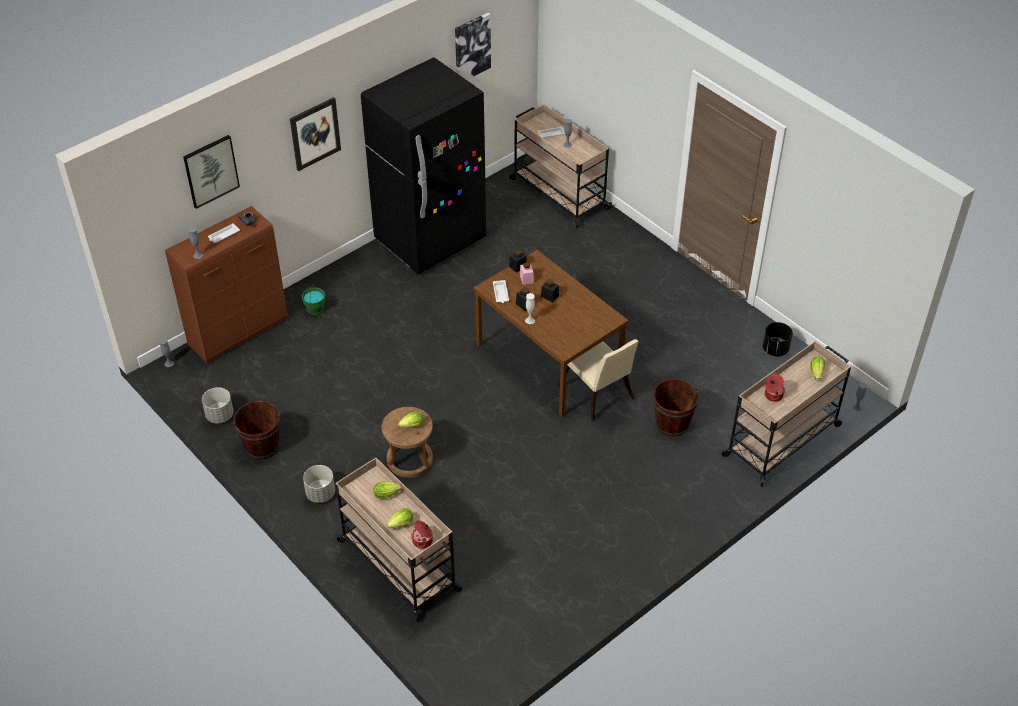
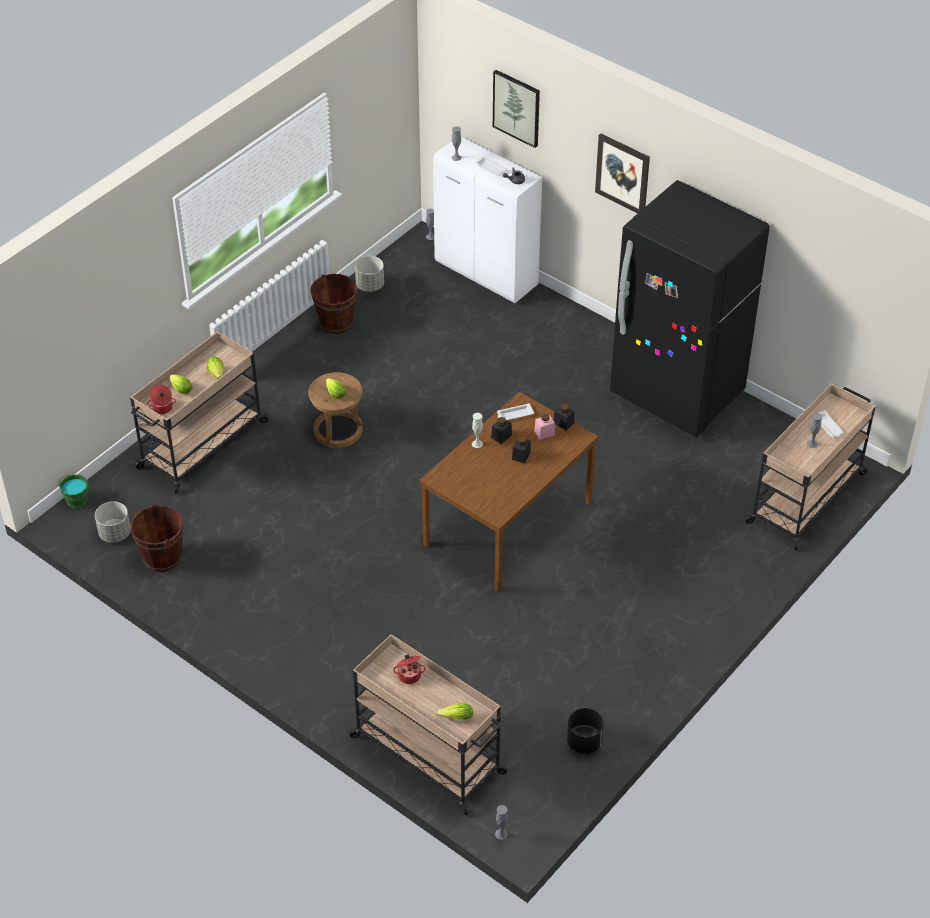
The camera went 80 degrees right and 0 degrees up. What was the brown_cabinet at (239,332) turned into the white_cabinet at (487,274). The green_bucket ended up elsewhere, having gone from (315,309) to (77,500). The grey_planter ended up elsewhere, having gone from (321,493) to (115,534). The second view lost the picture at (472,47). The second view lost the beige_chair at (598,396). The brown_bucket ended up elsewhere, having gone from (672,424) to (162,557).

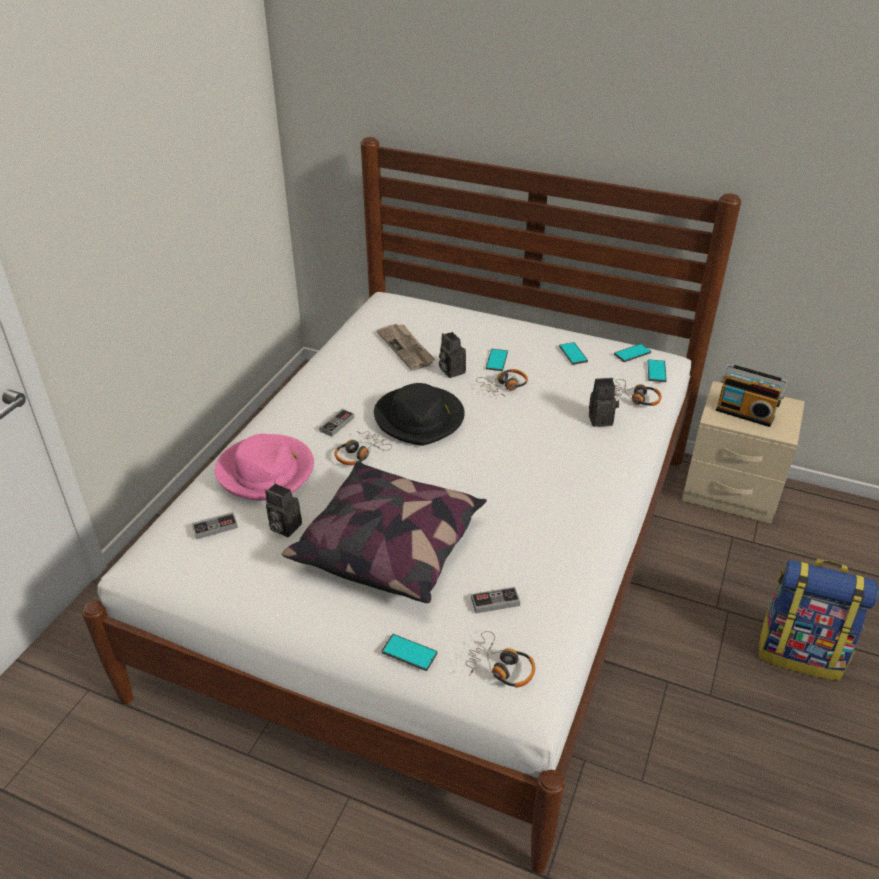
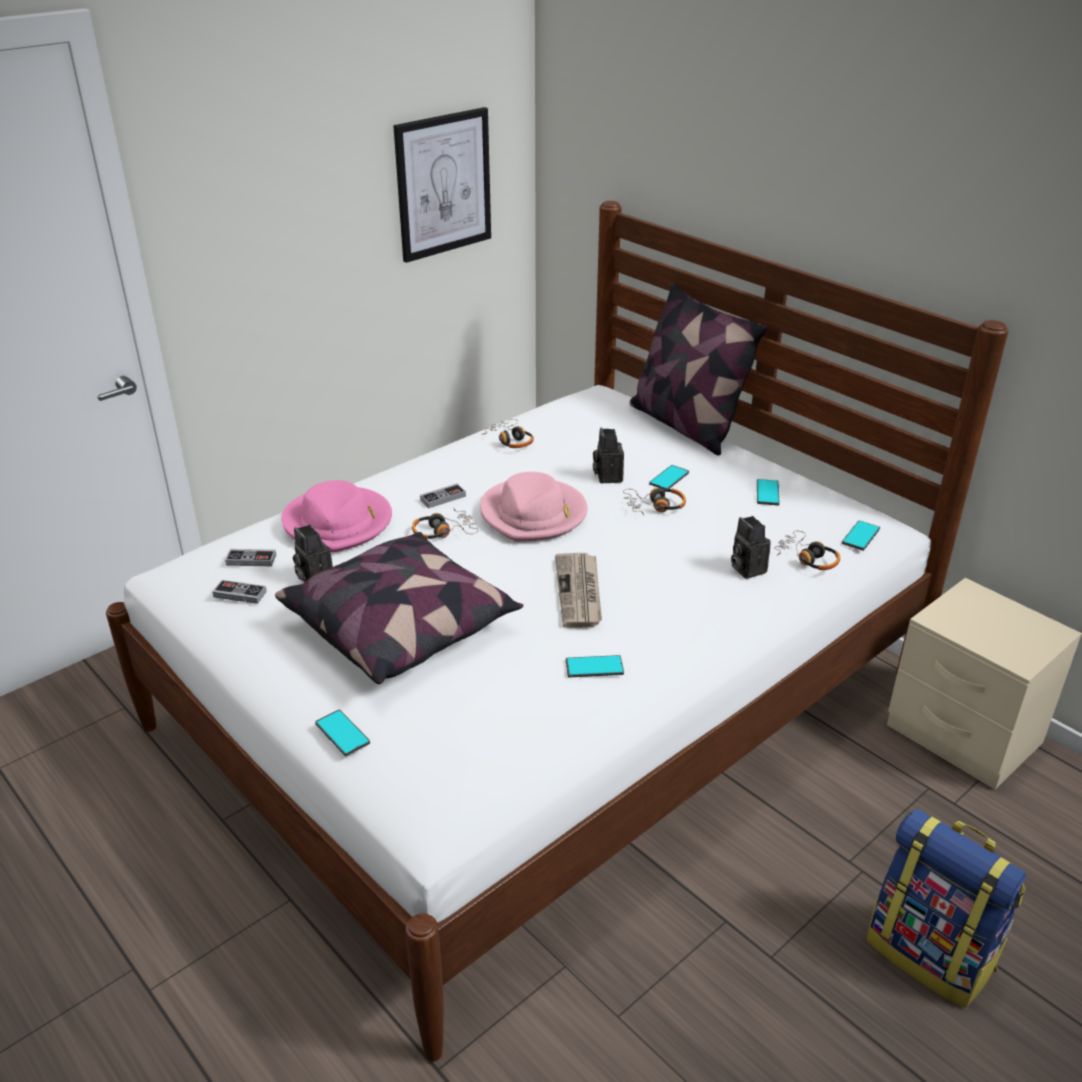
The camera went 25 degrees right and 5 degrees down. What was the black_hat at (420,418) turned into the pink_hat at (534,514). The newspaper ended up elsewhere, having gone from (407,348) to (579,592). The headphones ended up elsewhere, having gone from (500,667) to (510,440). The game_controller ended up elsewhere, having gone from (495,602) to (240,594). The photo_camera at (601,419) ended up facing another way, 135 degrees counterclockwise from before. The phone ended up elsewhere, having gone from (632,353) to (594,667). The second view lost the radio at (745,413). The second view gained the picture at (443,184). The second view gained the pillow at (685,425).

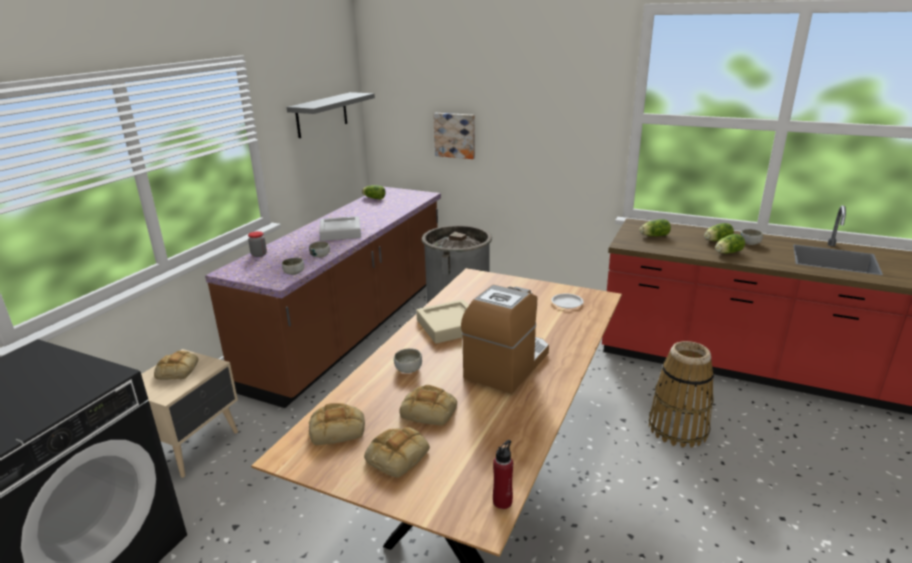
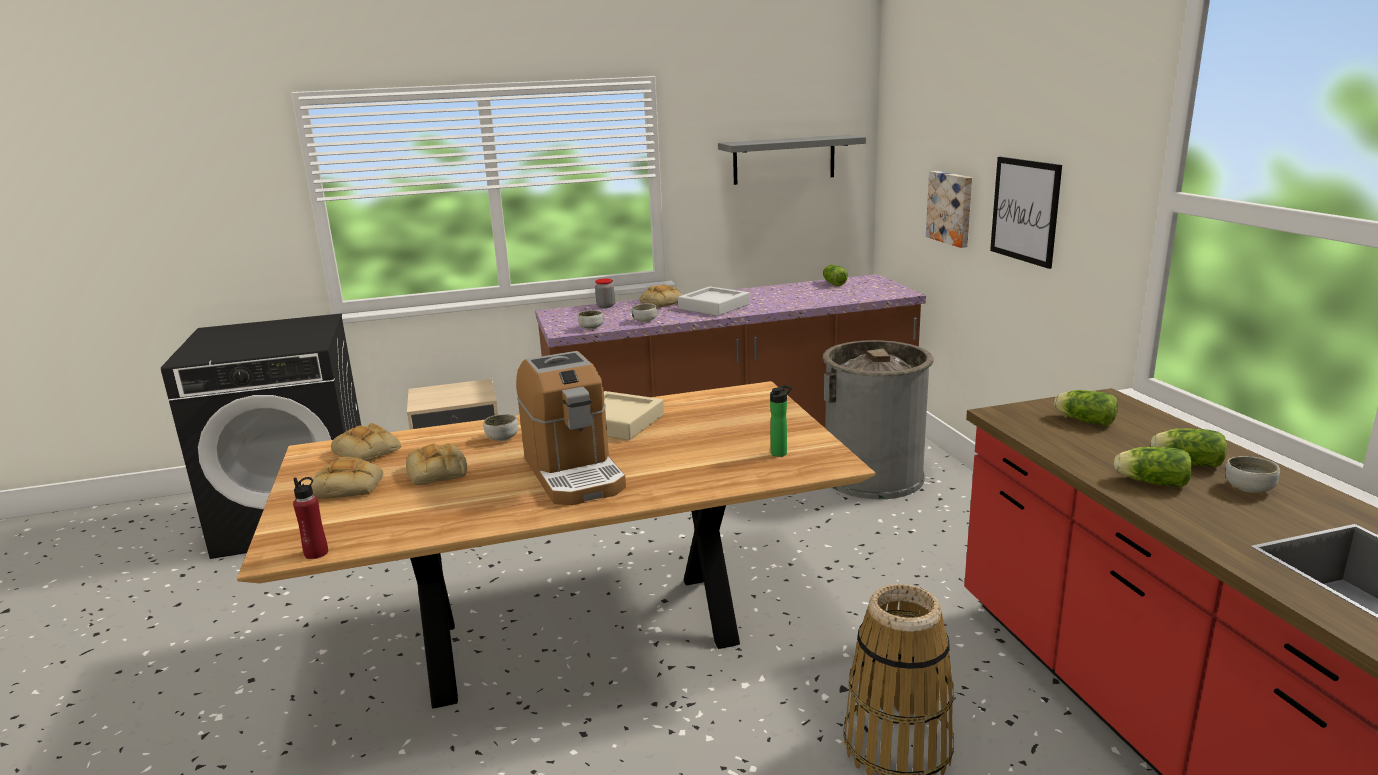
The camera went 50 degrees right and 5 degrees down. The bread ended up elsewhere, having gone from (176,370) to (661,302). The coffee_machine at (507,365) ended up facing another way, 75 degrees clockwise from before. Where the white_plate stood at (567,303), the bottle came to stand at (780,452). The second view gained the picture at (1025,210).

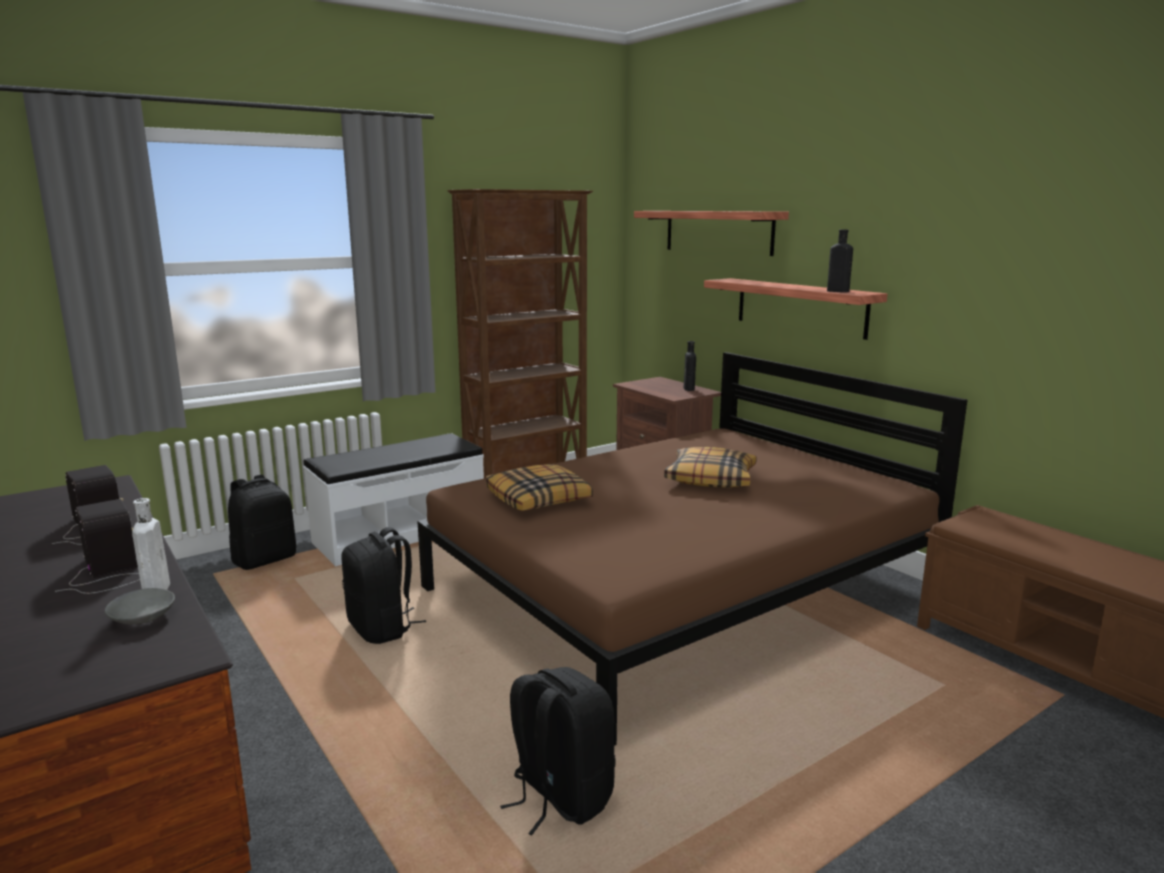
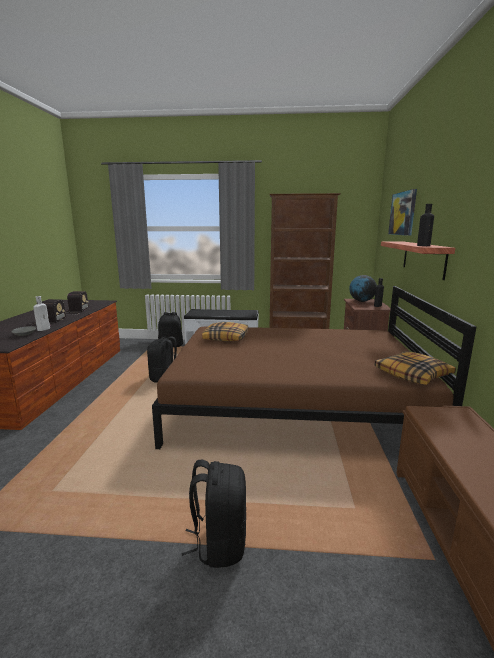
The camera went 40 degrees right and 0 degrees up. The black_backpack ended up elsewhere, having gone from (559,797) to (219,543). Where the shelf hung at (718,232), the picture came to hang at (402,213). The pillow ended up elsewhere, having gone from (711,479) to (413,375). The second view gained the globe at (361,301).

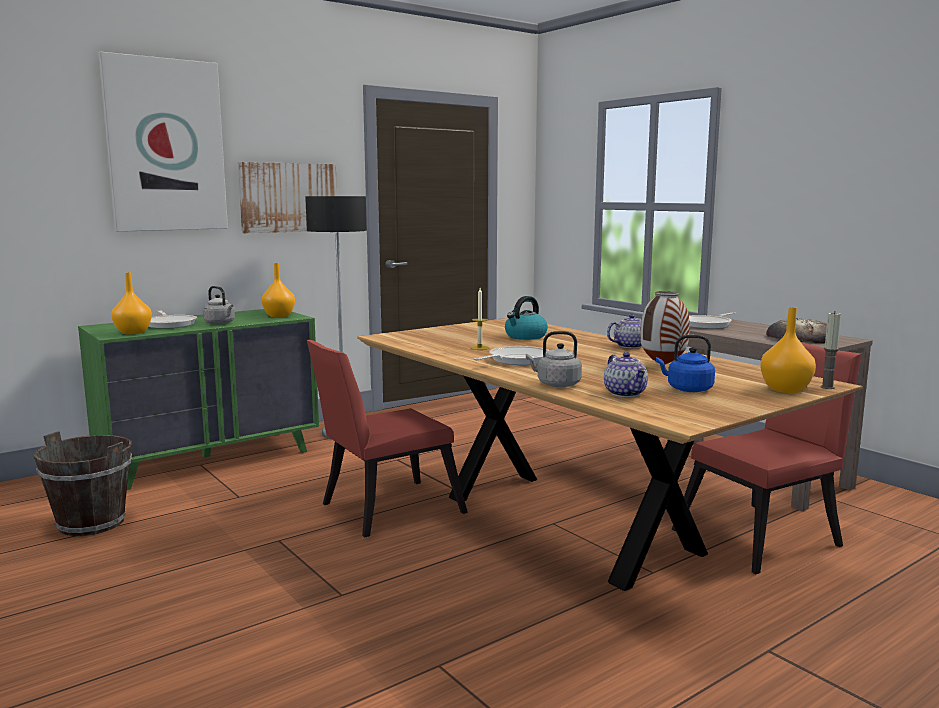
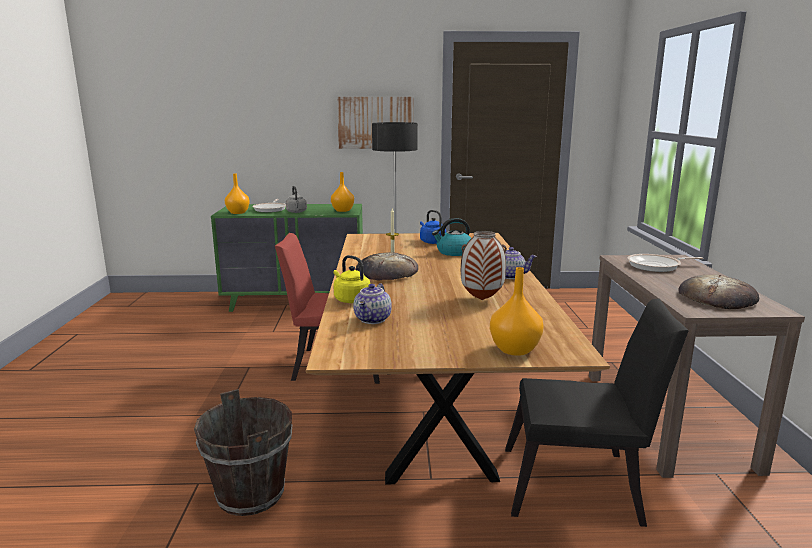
The camera went 35 degrees right and 5 degrees up. The brown_bucket ended up elsewhere, having gone from (92,523) to (251,494). The second view lost the picture at (165,146). Where the frying_pan stood at (516,360), the bread came to stand at (386,272). What was the grey_kettle at (556,384) turned into the yellow_kettle at (350,299). The blue_kettle ended up elsewhere, having gone from (687,389) to (431,242). What was the red_chair at (765,536) turned into the black_chair at (580,486). The second view lost the candle at (827,387).

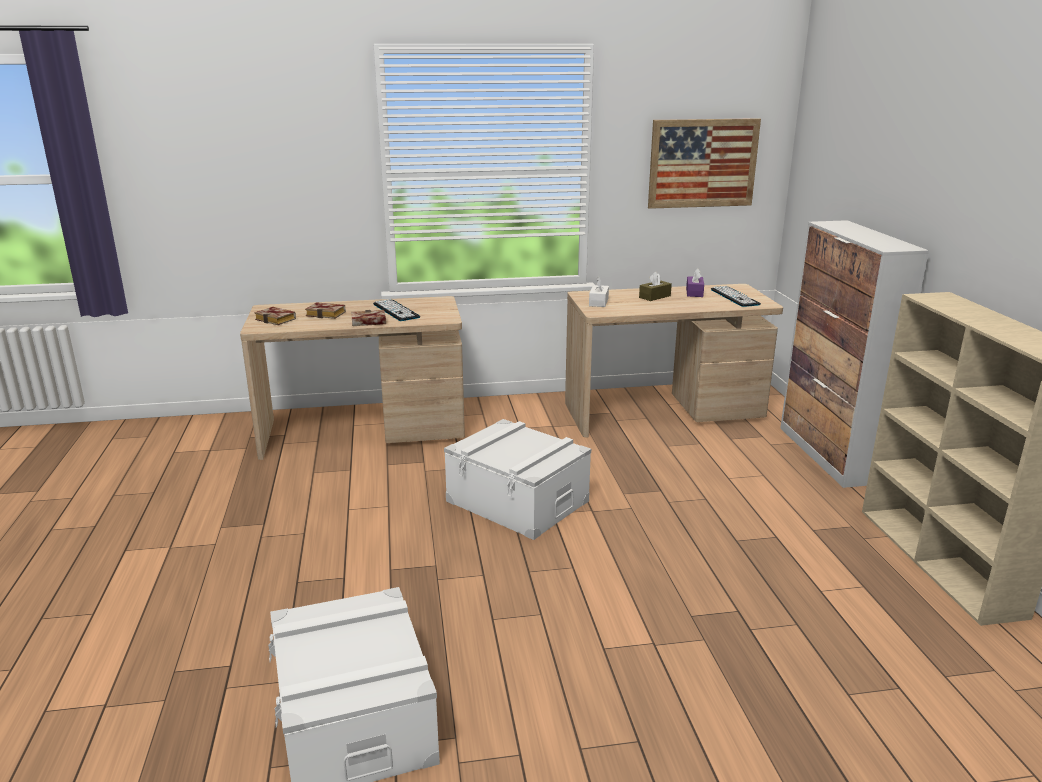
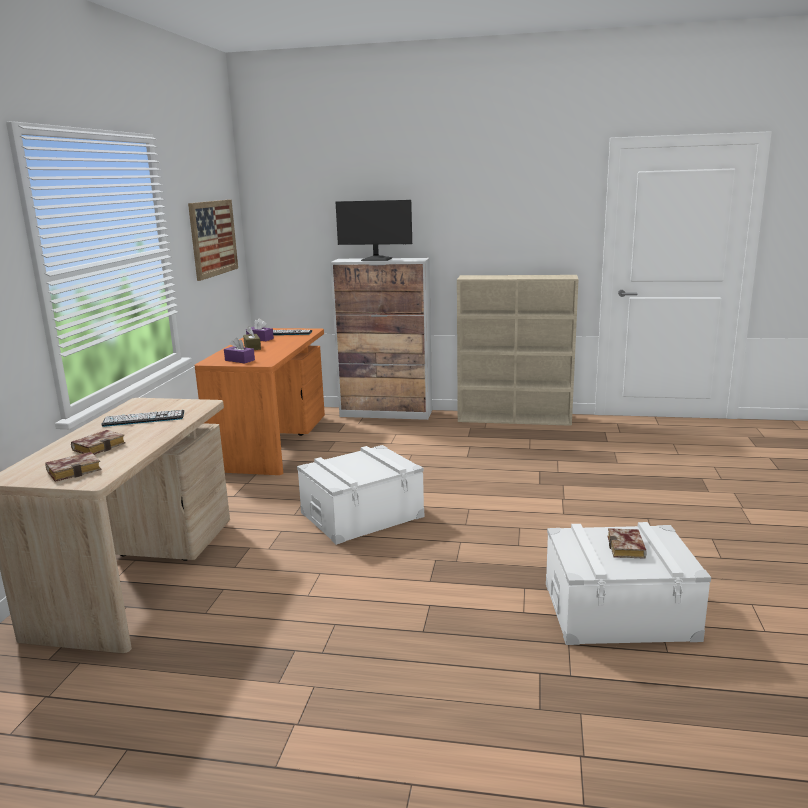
The camera went 70 degrees left and 5 degrees down. The book ended up elsewhere, having gone from (367,322) to (627,549). What was the beige_desk at (663,412) turned into the orange_desk at (273,442). What was the white_tissue_box at (598,302) turned into the purple_tissue_box at (239,360). The second view gained the monitor at (376,259).

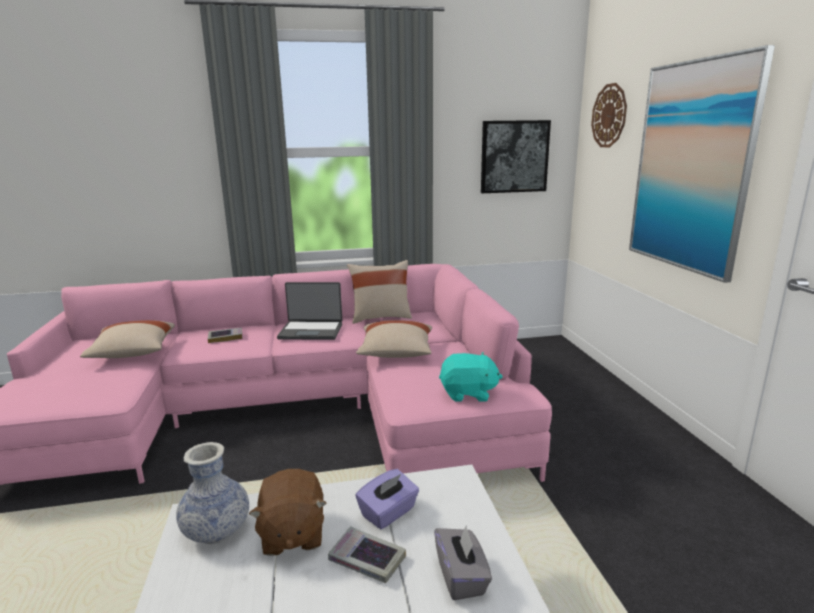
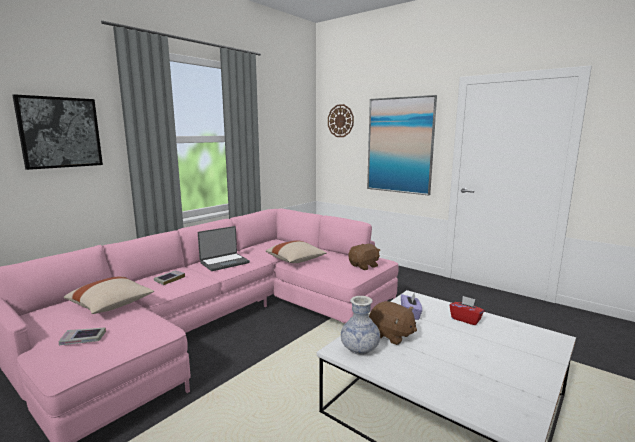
The camera went 40 degrees left and 5 degrees down. The book ended up elsewhere, having gone from (367,559) to (83,339). The second view lost the beige_pillow at (380,317). What was the grey_tissue_box at (461,577) turned into the red_tissue_box at (465,319). What was the turquoise_plush_toy at (468,393) turned into the brown_plush_toy at (364,266). The picture ended up elsewhere, having gone from (514,156) to (60,132).

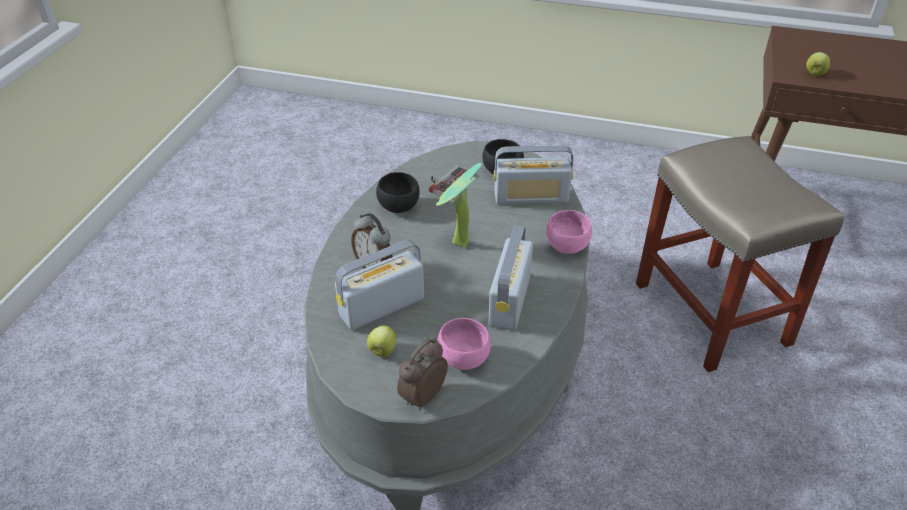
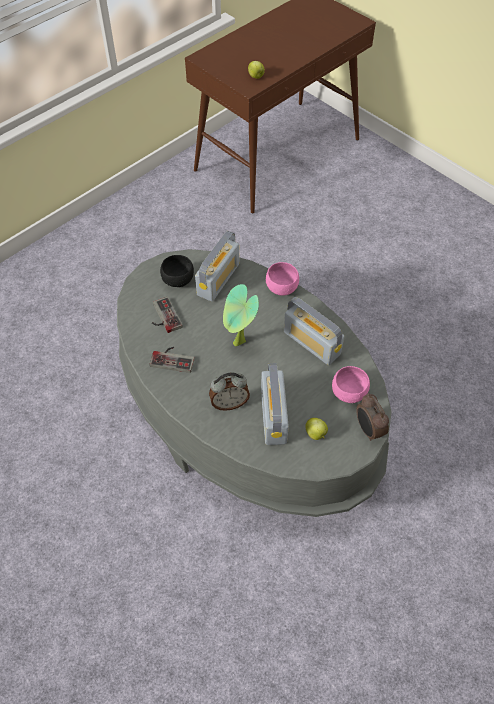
The camera went 60 degrees left and 15 degrees up. Where the black_bowl stood at (400,207), the game_controller came to stand at (173,358). The second view lost the beige_stool at (713,315).

